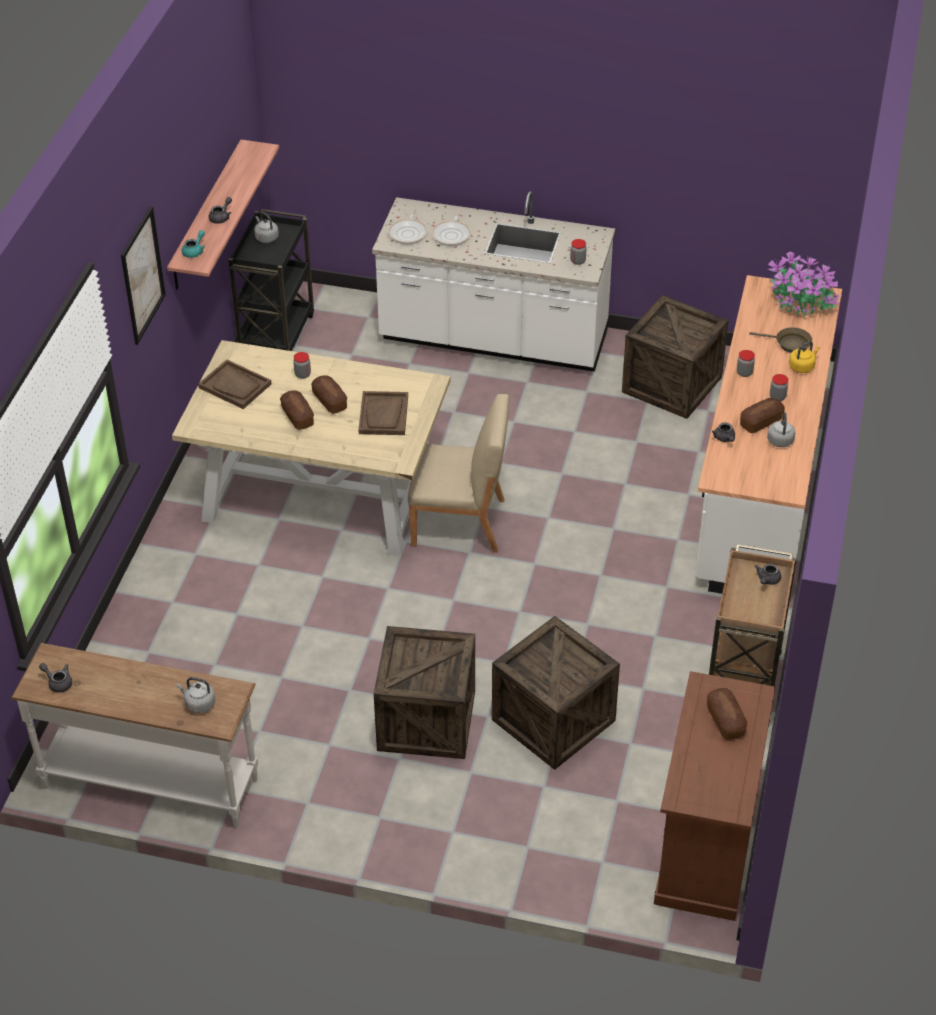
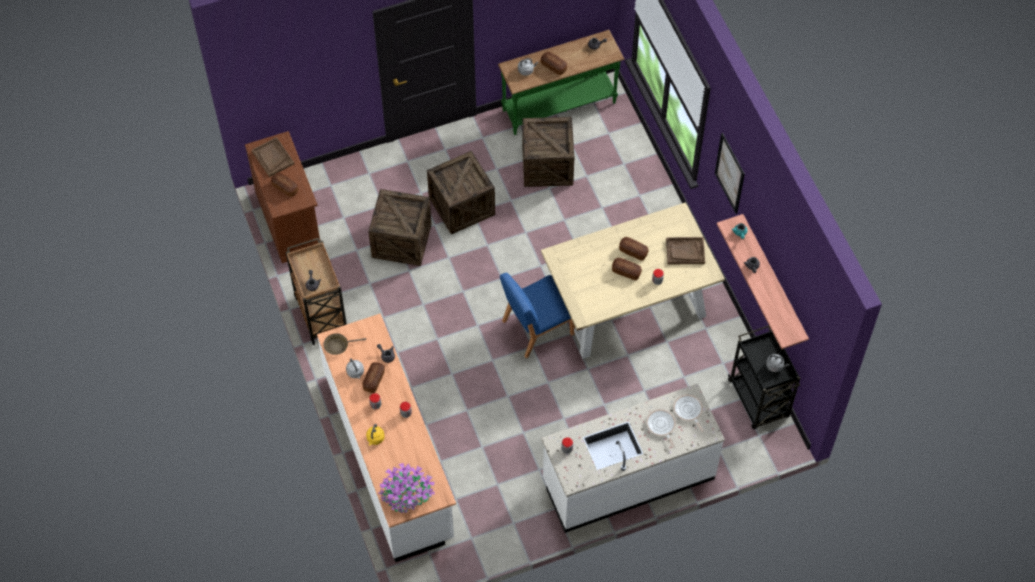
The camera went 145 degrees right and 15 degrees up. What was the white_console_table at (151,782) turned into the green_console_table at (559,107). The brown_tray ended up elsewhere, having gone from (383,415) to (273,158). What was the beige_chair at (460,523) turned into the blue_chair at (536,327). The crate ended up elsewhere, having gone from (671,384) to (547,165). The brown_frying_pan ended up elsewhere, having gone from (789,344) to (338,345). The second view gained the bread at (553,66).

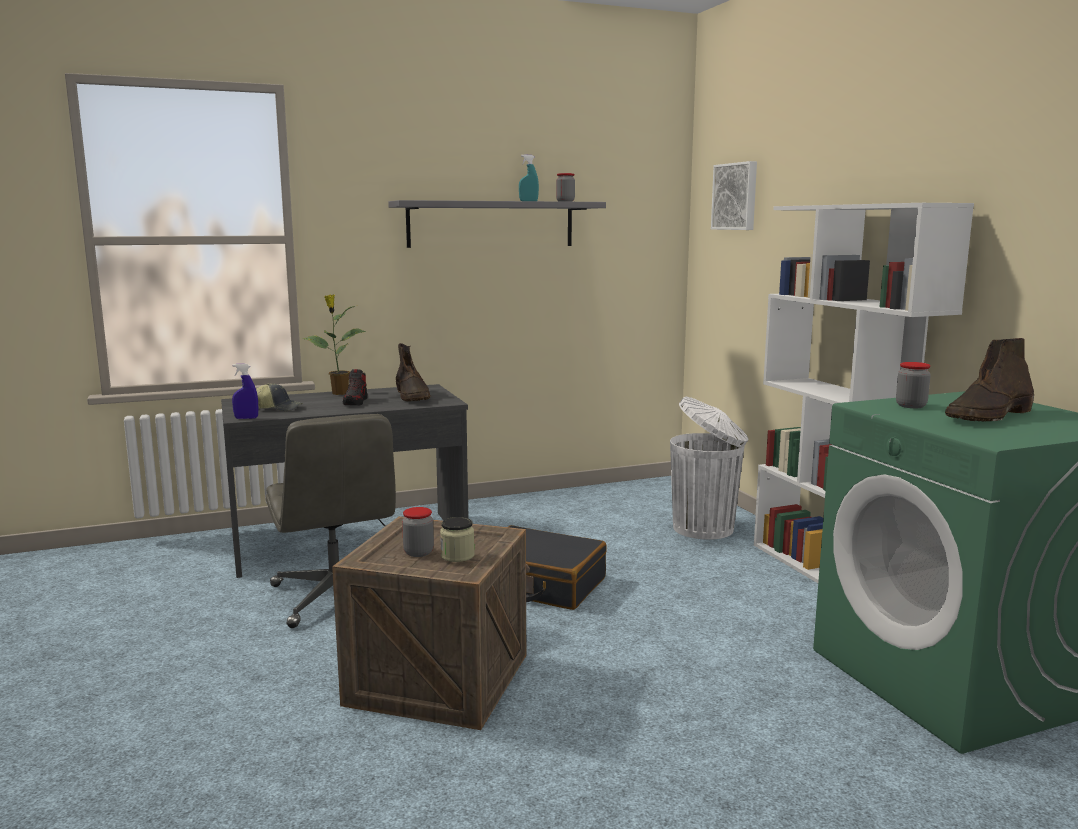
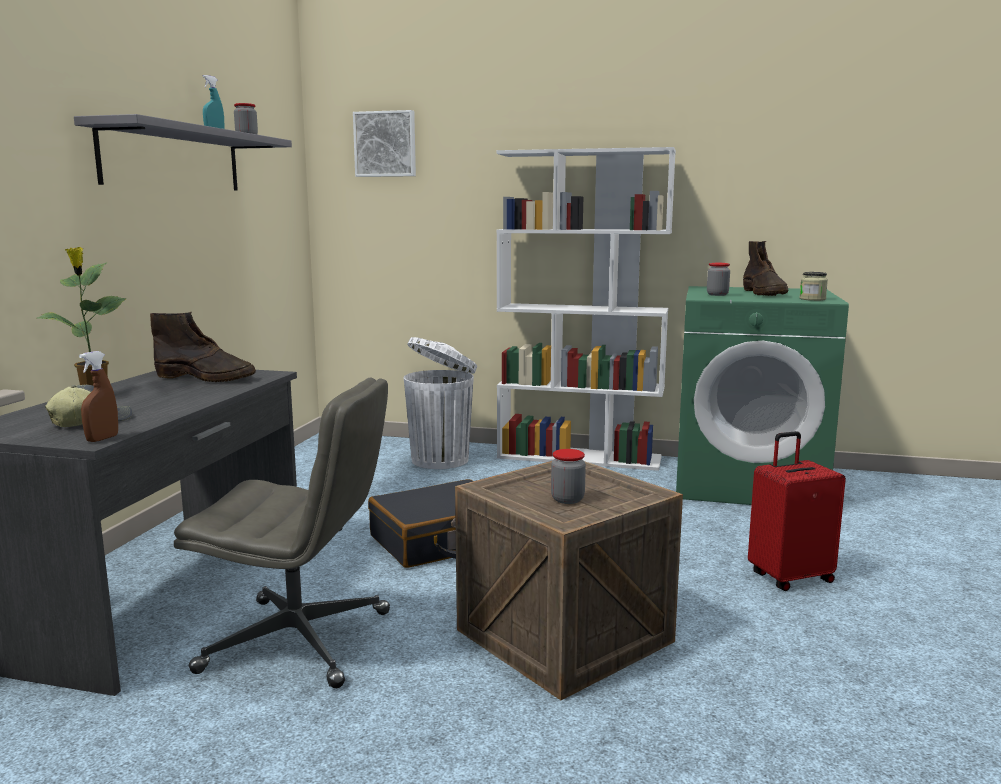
The camera went 55 degrees left and 0 degrees up. What was the blue_spray_bottle at (246,418) turned into the brown_spray_bottle at (102,439). The second view lost the shoe at (355,402). The jar ended up elsewhere, having gone from (457,556) to (812,299). The second view gained the red_suitcase at (789,577).

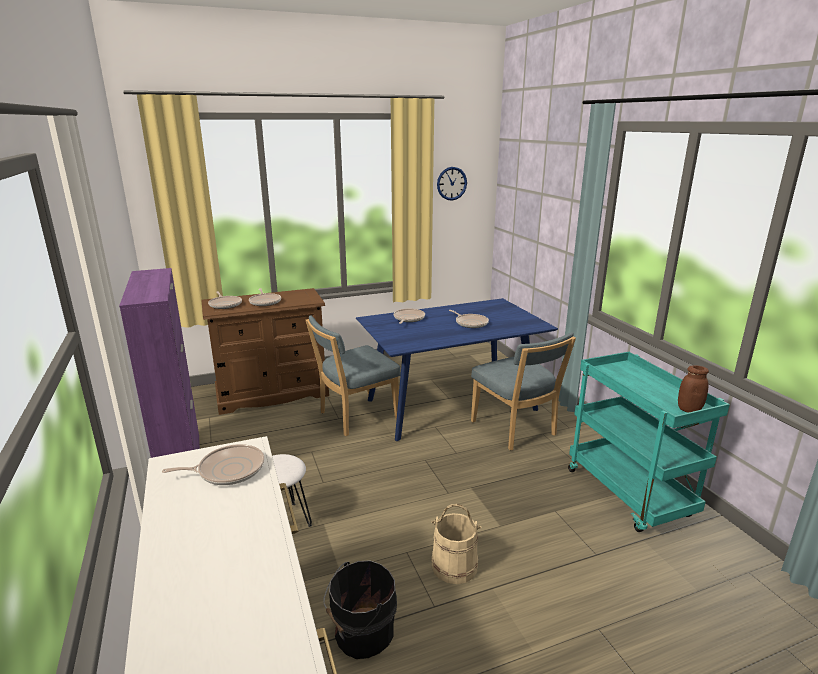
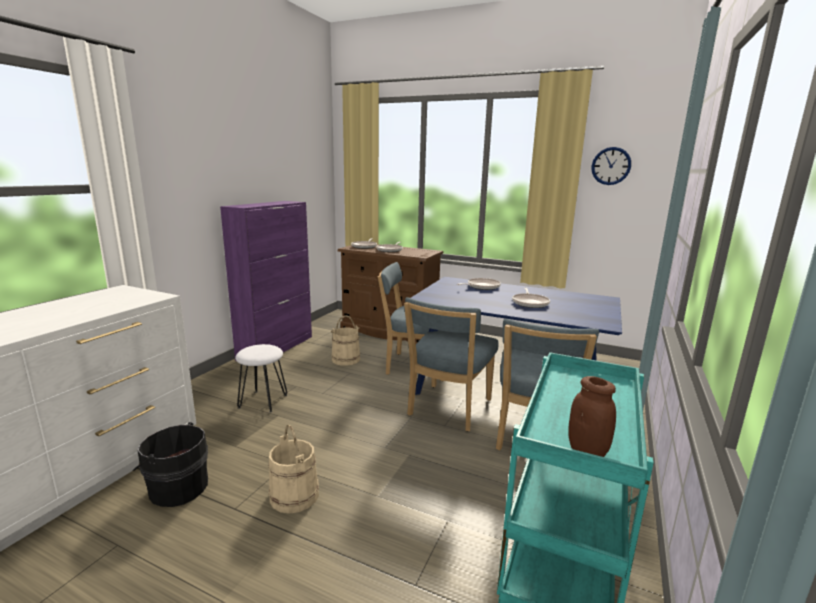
The camera went 45 degrees right and 5 degrees down. The second view lost the frying_pan at (228,470). The second view gained the beige_bucket at (346,359). The second view gained the blue_chair at (447,409).

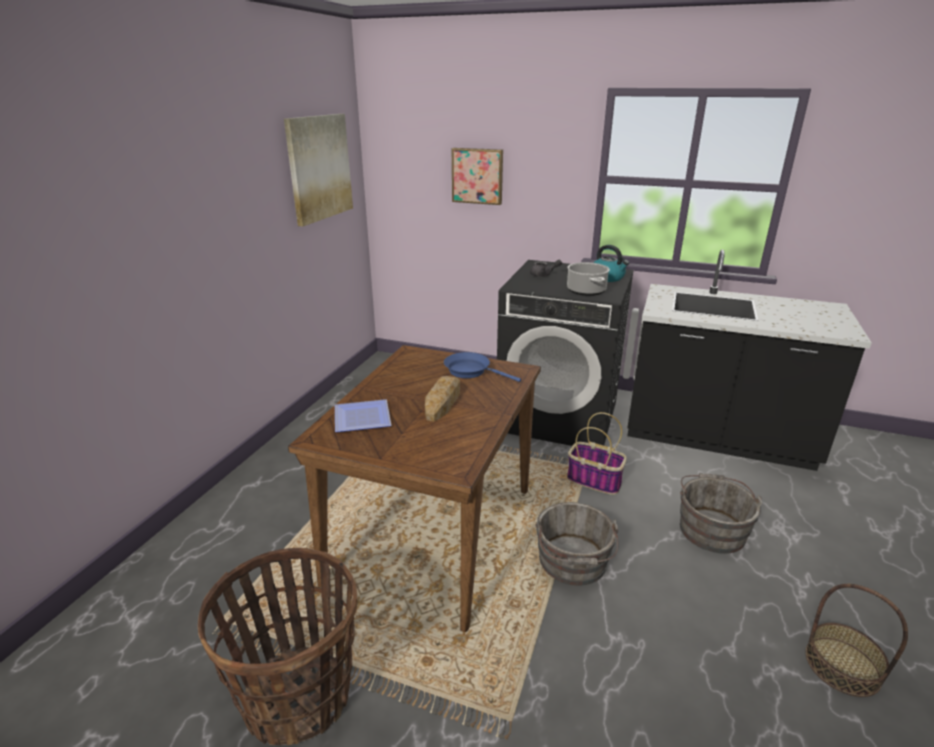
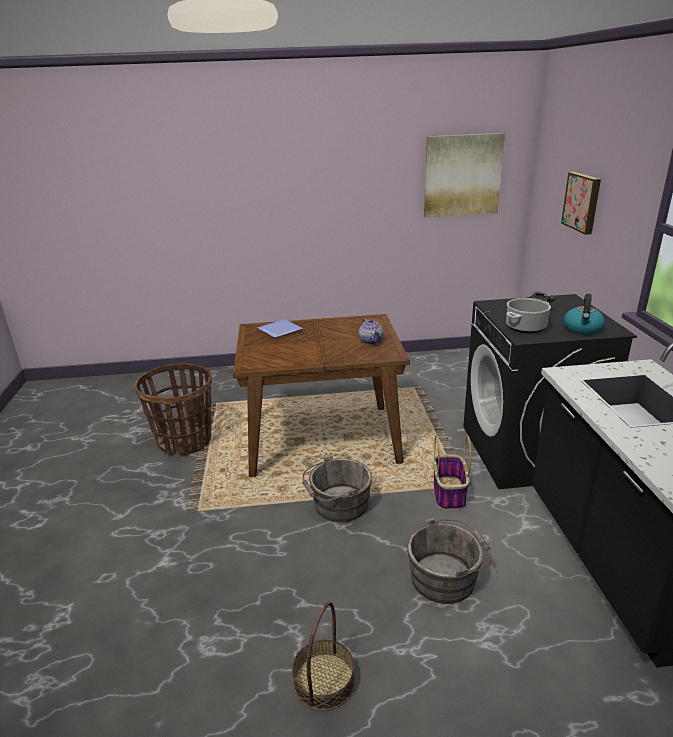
The camera went 65 degrees right and 0 degrees up. The second view lost the bread at (442,402). Where the blue_frying_pan stood at (471,371), the teapot came to stand at (371,341).

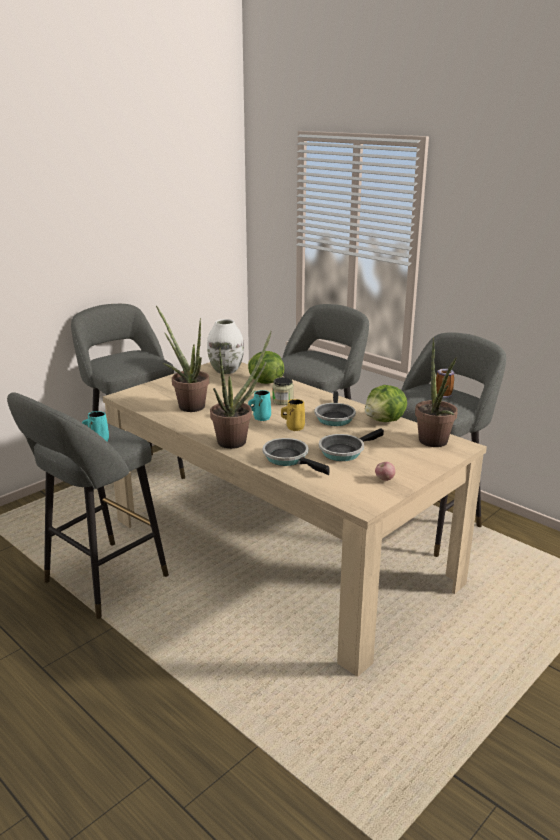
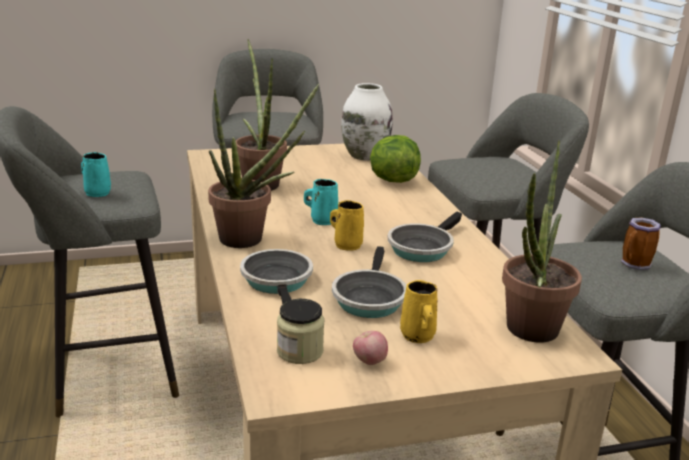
The camera went 30 degrees right and 0 degrees up. The jar ended up elsewhere, having gone from (283,401) to (300,351). The frying_pan at (344,451) ended up facing another way, 75 degrees counterclockwise from before. The second view lost the lettuce at (385,421). The second view gained the yellow_mug at (418,336).

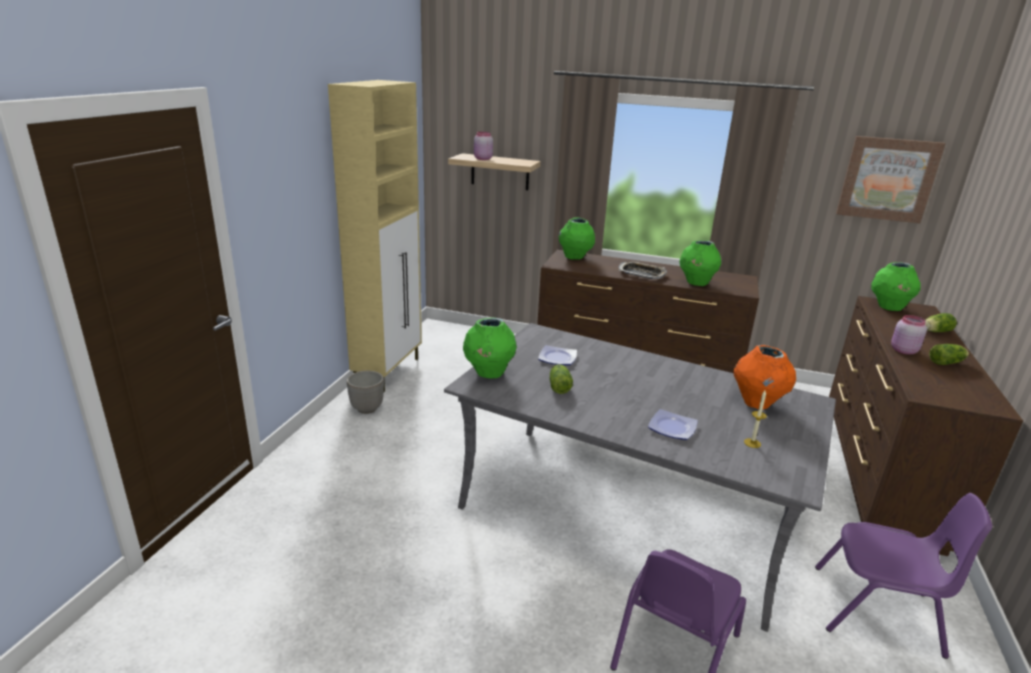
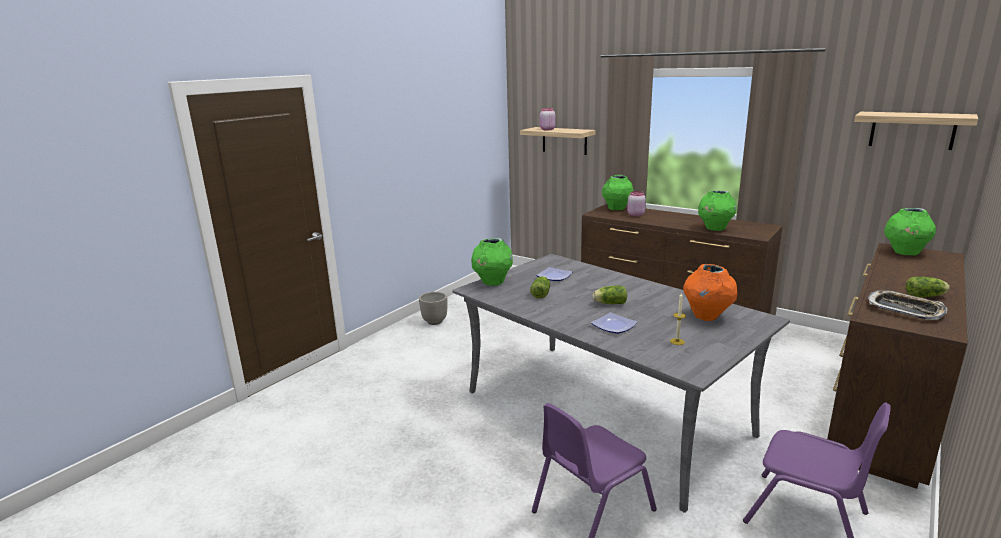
The camera went 20 degrees right and 5 degrees down. The second view lost the beige_cabinet at (388,371). The tray ended up elsewhere, having gone from (641,273) to (904,309). Where the picture hung at (887,179), the shelf came to hang at (912,130). The pink_jar ended up elsewhere, having gone from (902,350) to (635,215). The lettuce ended up elsewhere, having gone from (934,331) to (609,303).

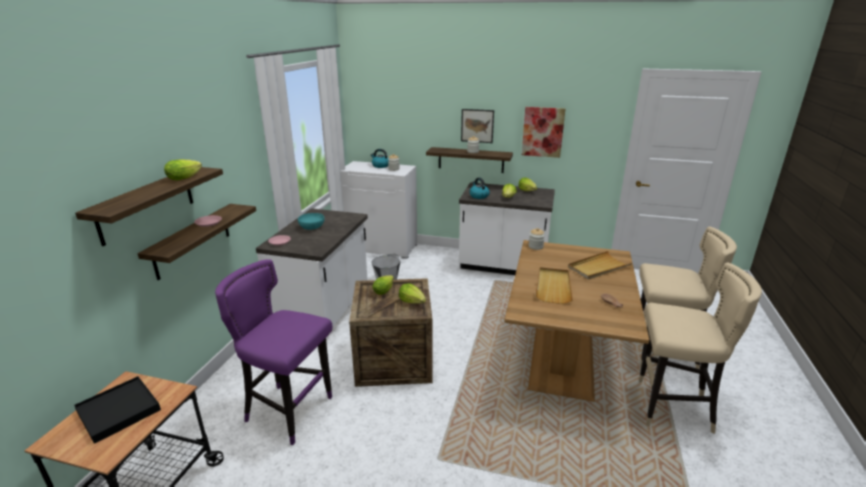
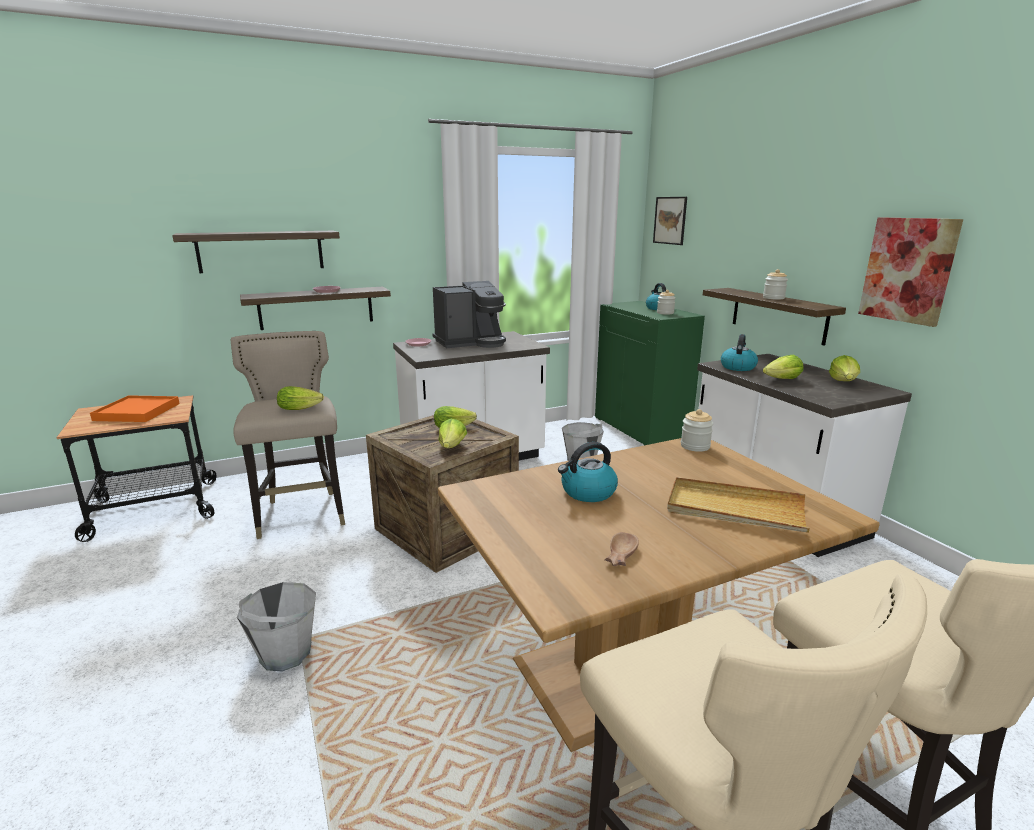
The camera went 50 degrees right and 5 degrees down. What was the black_tray at (118,411) turned into the orange_tray at (137,412). The lettuce ended up elsewhere, having gone from (186,177) to (302,408). What was the purple_stool at (289,411) turned into the beige_stool at (302,515). Where the turquoise_bowl stood at (312,227), the coffee_machine came to stand at (471,342). What was the white_cabinet at (382,247) turned into the green_cabinet at (641,428). The picture ended up elsewhere, having gone from (477,125) to (670,220). Where the beige_tray stood at (553,287), the kettle came to stand at (587,492). The second view gained the grey_bucket at (285,653).

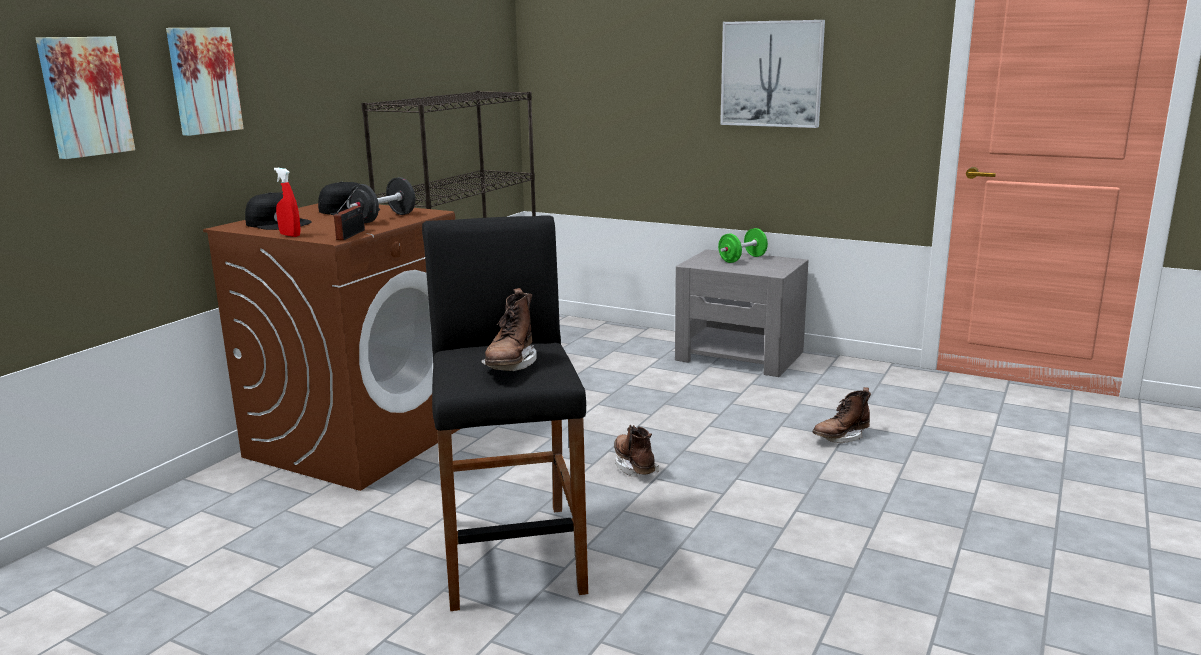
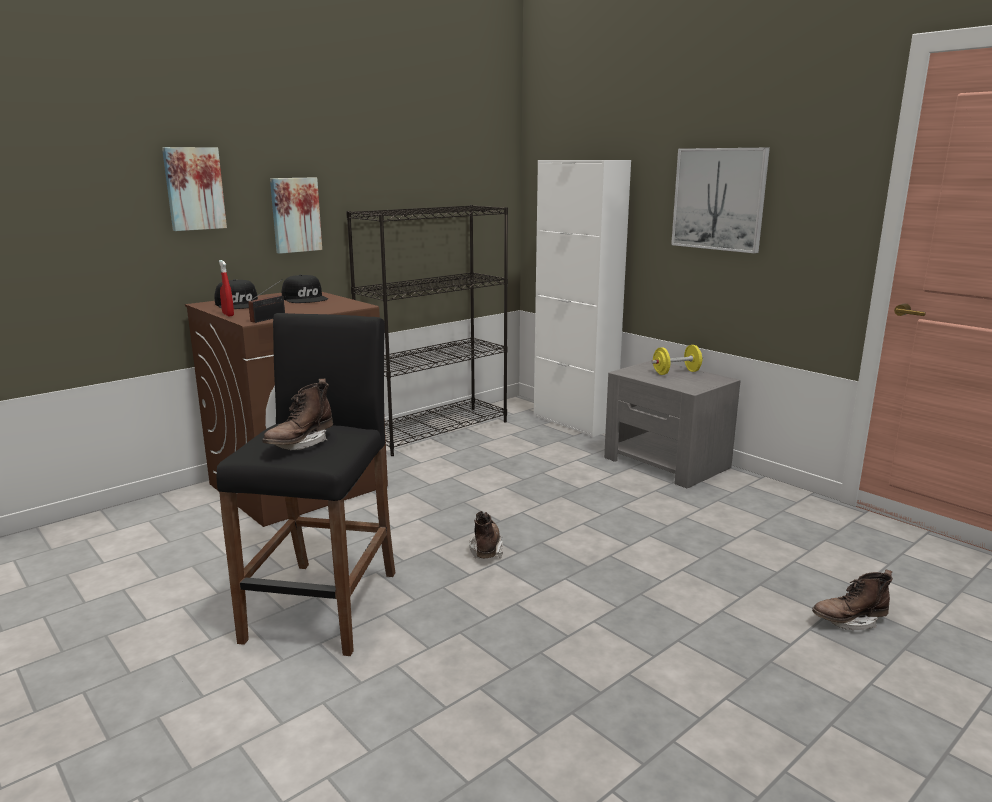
The camera went 20 degrees right and 0 degrees up. The picture ended up elsewhere, having gone from (84,96) to (295,215). The second view lost the black_dumbbell at (384,218). What was the green_dumbbell at (742,259) turned into the yellow_dumbbell at (676,372). The brown_boot ended up elsewhere, having gone from (840,437) to (849,621). The second view gained the white_cabinet at (574,422).

